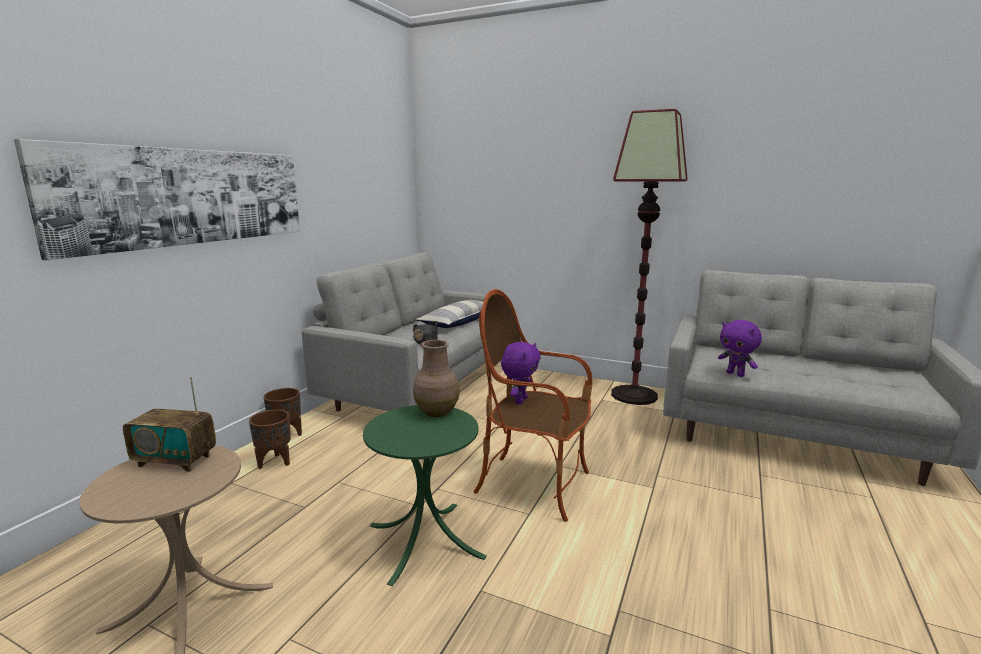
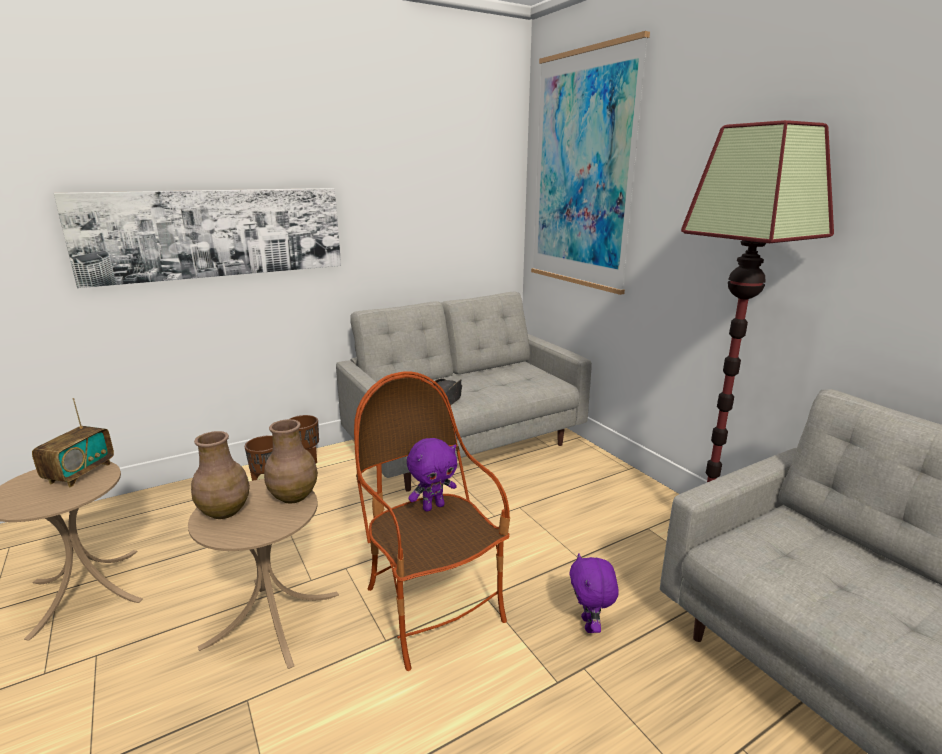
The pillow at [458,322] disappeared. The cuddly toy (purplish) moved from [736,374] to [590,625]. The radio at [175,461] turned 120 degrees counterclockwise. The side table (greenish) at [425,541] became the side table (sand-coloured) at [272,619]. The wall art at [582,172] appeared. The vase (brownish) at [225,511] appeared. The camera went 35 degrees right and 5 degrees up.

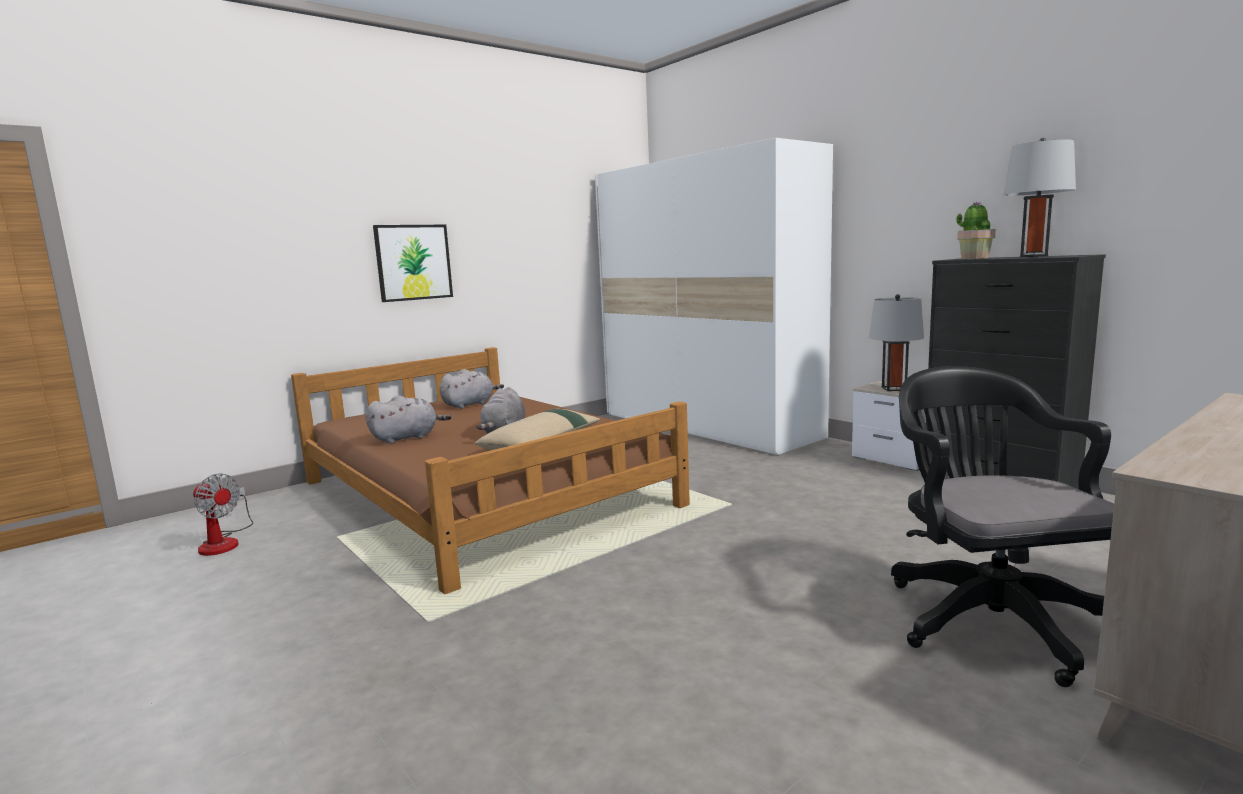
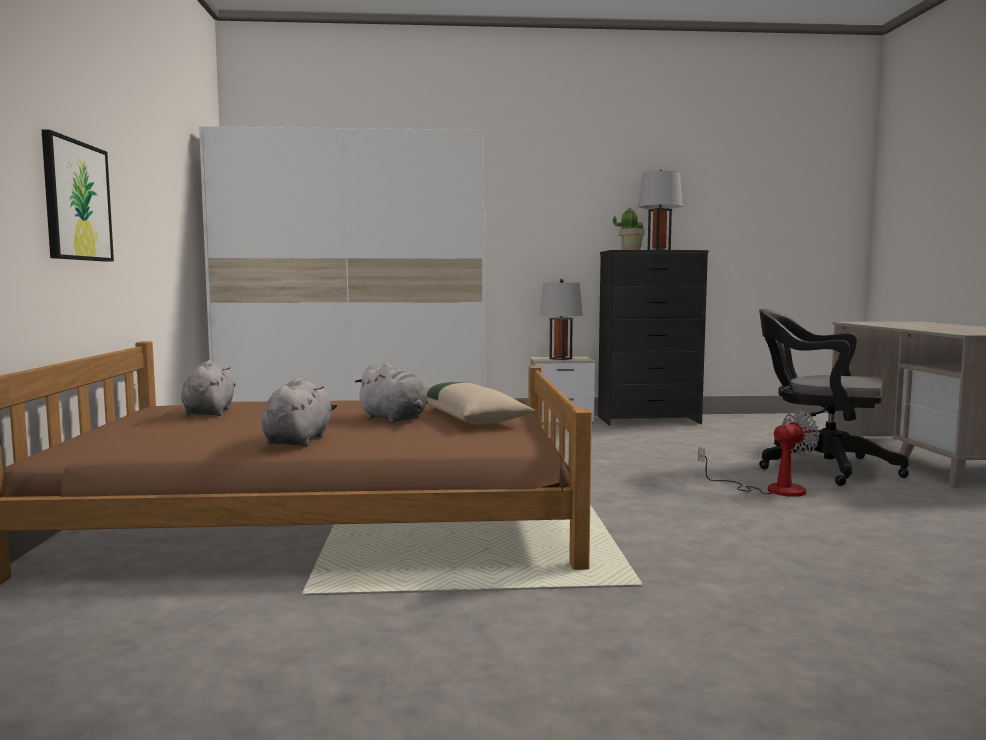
The fan moved from [224,542] to [771,489]. The camera went 55 degrees left and 5 degrees down.

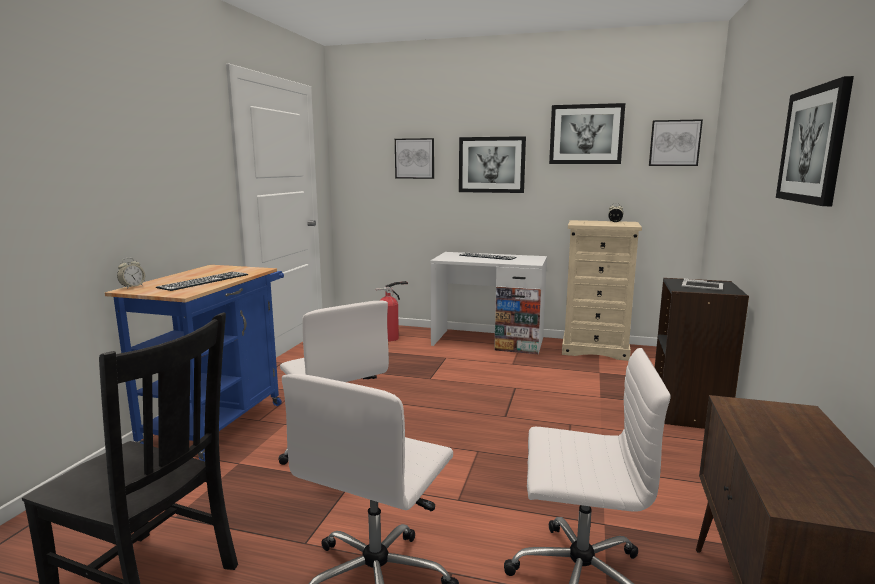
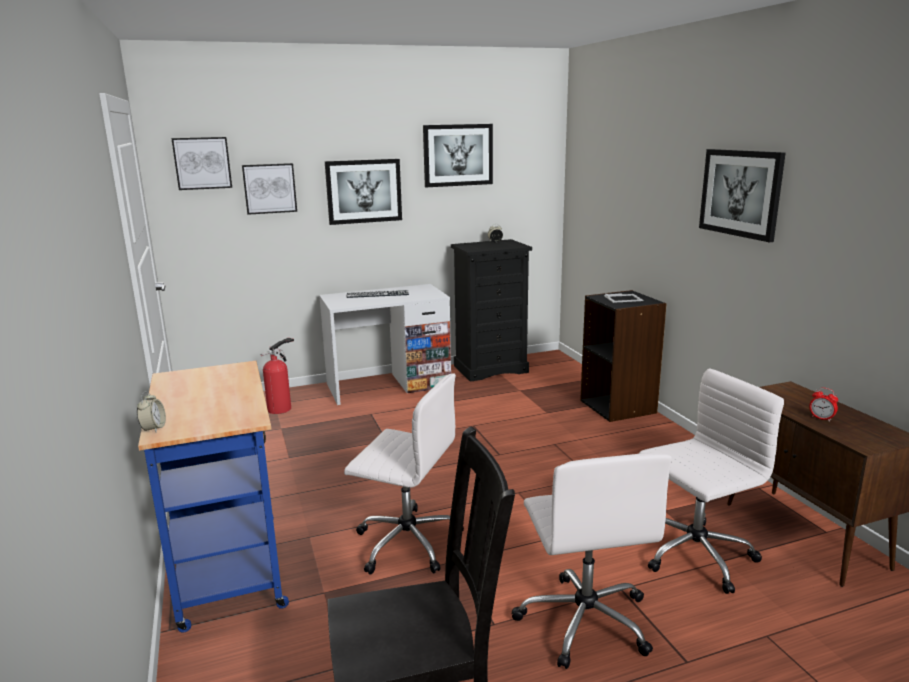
The wall art moved from [674,143] to [202,163]. The dresser (sand-coloured) at [595,349] became the dresser (black) at [491,369]. The PC keyboard at [204,281] disappeared. The alarm clock at [821,418] appeared. The camera went 35 degrees left and 5 degrees up.

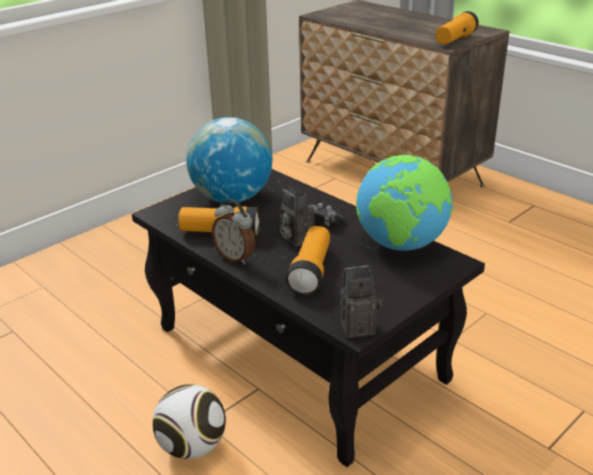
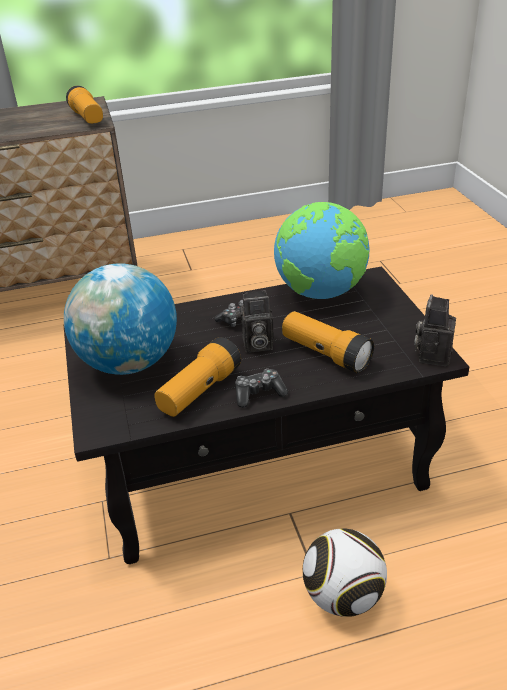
The alarm clock at [236,257] was replaced by the joypad at [259,393]. The camera went 60 degrees left and 5 degrees up.

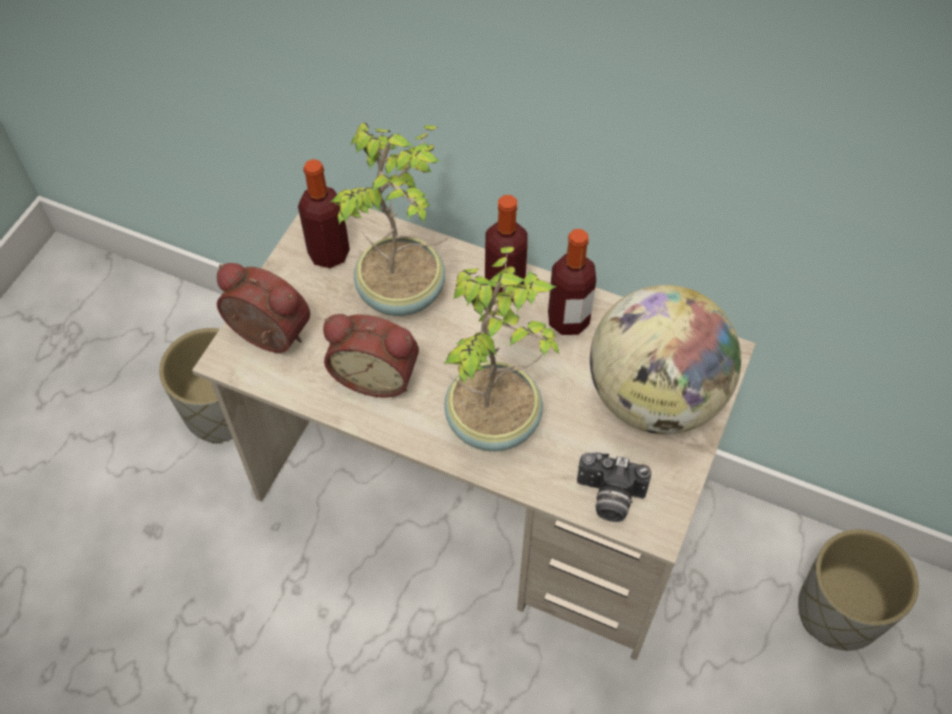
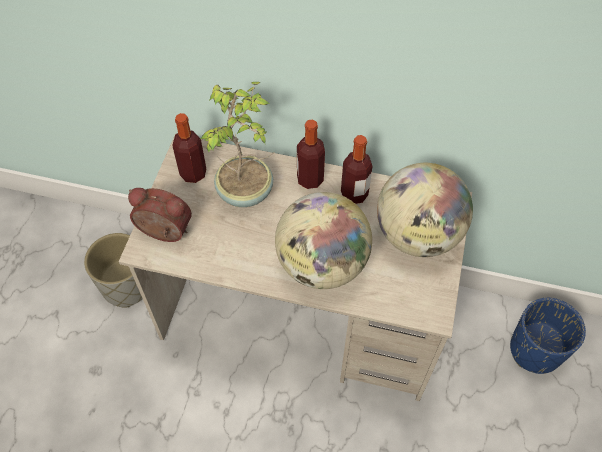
The houseplant at [495,420] was replaced by the globe at [322,264]. The alarm clock at [376,374] disappeared. The photo camera at [608,498] disappeared. The planter (gray) at [839,610] became the planter (blue) at [535,349]. The camera went 10 degrees left and 0 degrees up.

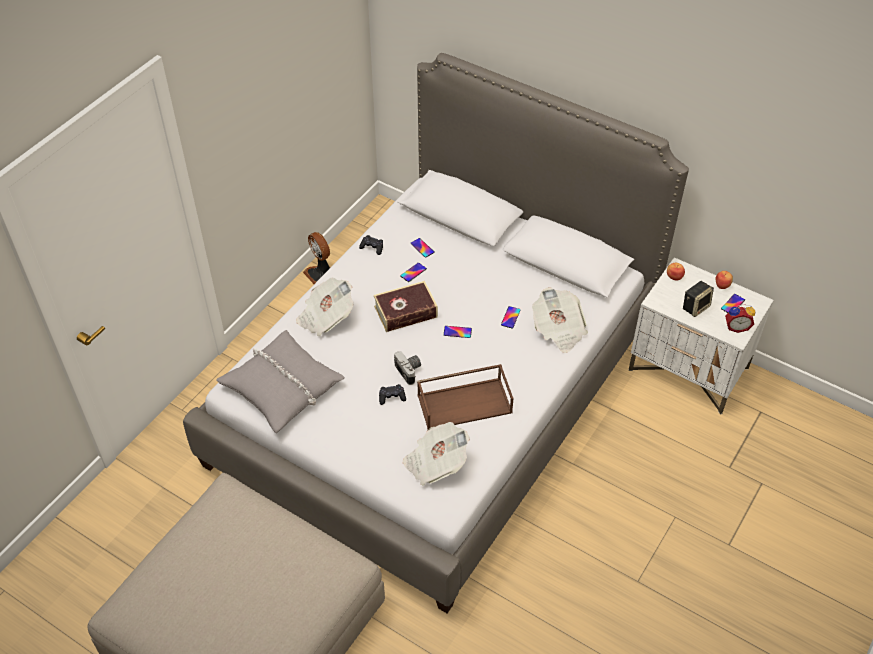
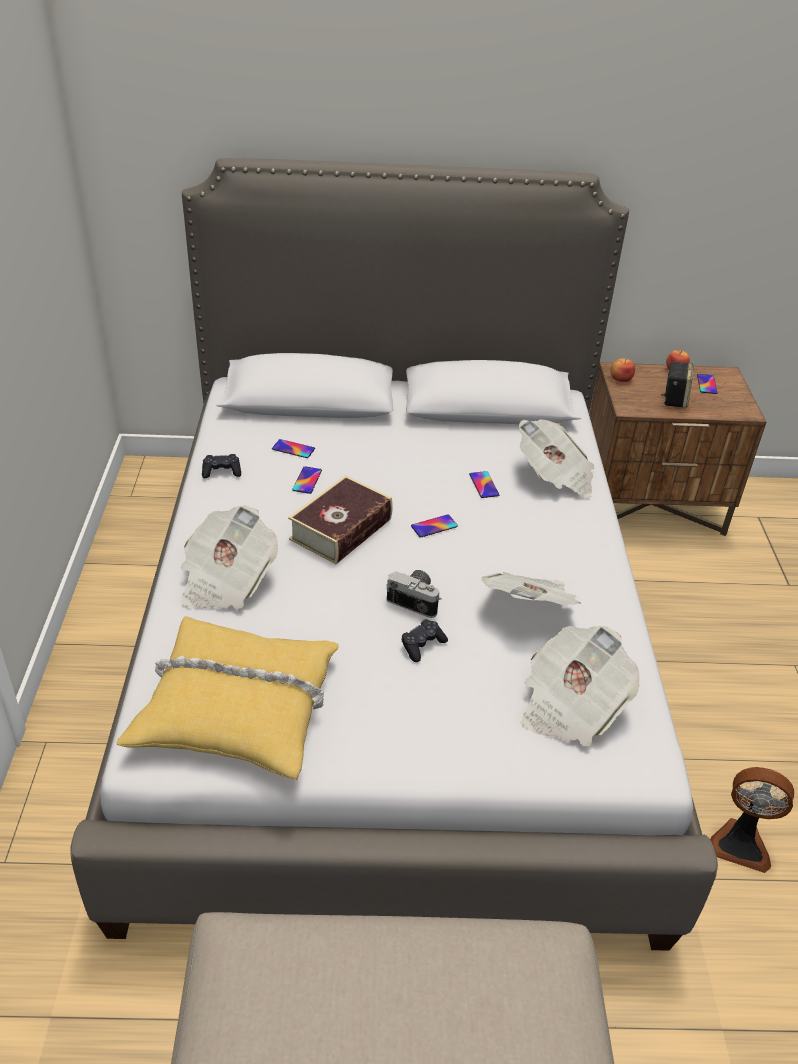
The fan moved from [320,274] to [740,843]. The nightstand (white-coloured) at [689,369] became the nightstand (brownish) at [651,505]. The alarm clock at [736,327] disappeared. The pillow (gray) at [282,387] became the pillow (yellow-coloured) at [237,707]. The tray (brownish) at [465,403] was replaced by the printed paper at [530,607]. The camera went 35 degrees left and 10 degrees down.

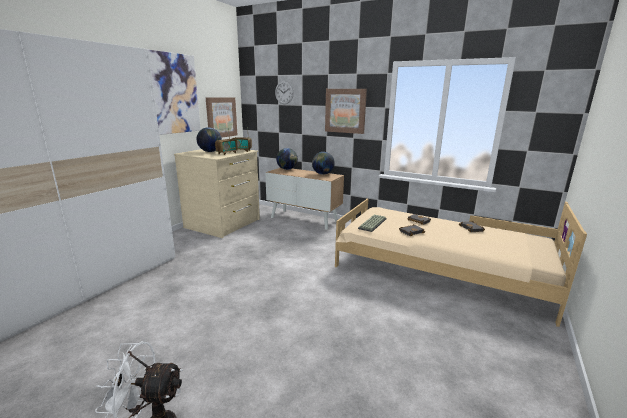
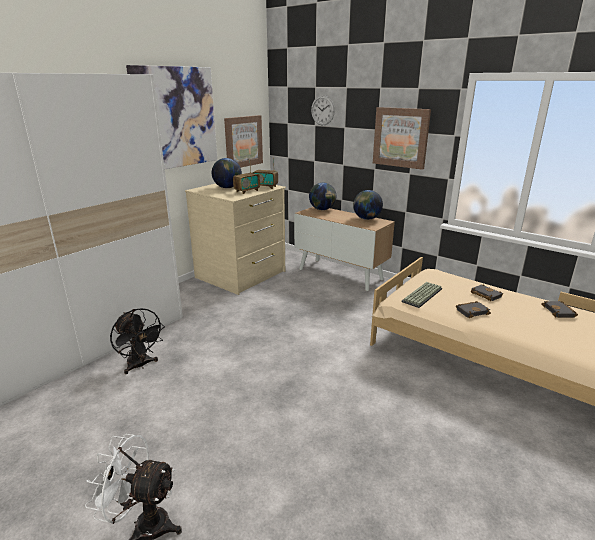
The fan (black) at [140,365] appeared. The camera went 10 degrees right and 5 degrees up.

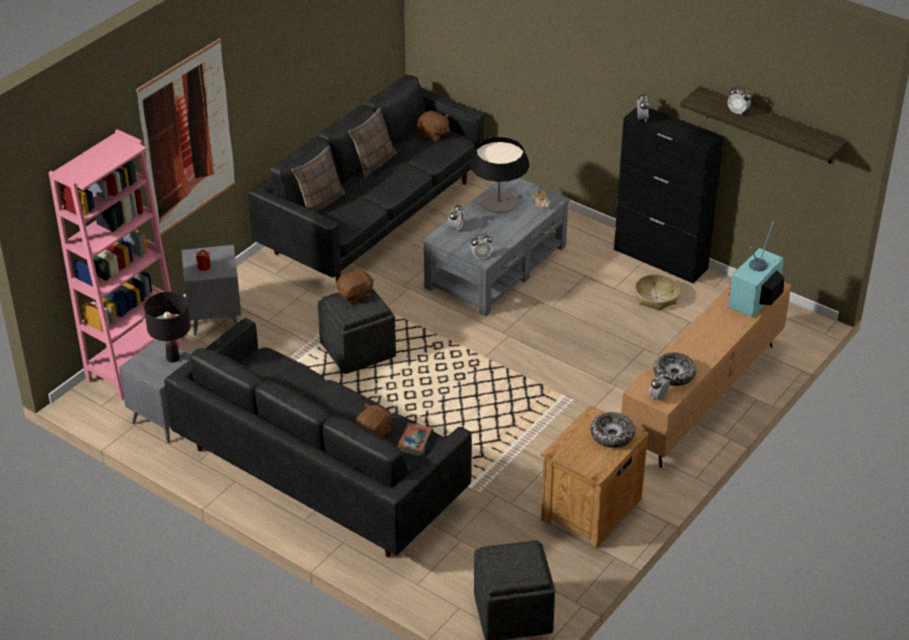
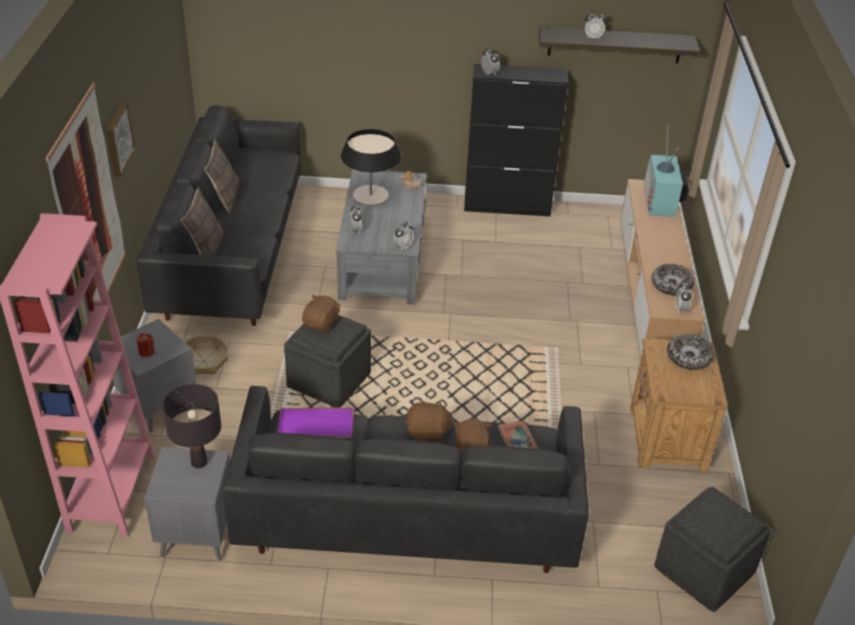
The cuddly toy (brownish) moved from [433,134] to [427,432]. The basket moved from [656,297] to [204,361]. The wall art at [117,139] appeared. The tray (purplish) at [315,426] appeared. The camera went 35 degrees left and 0 degrees up.

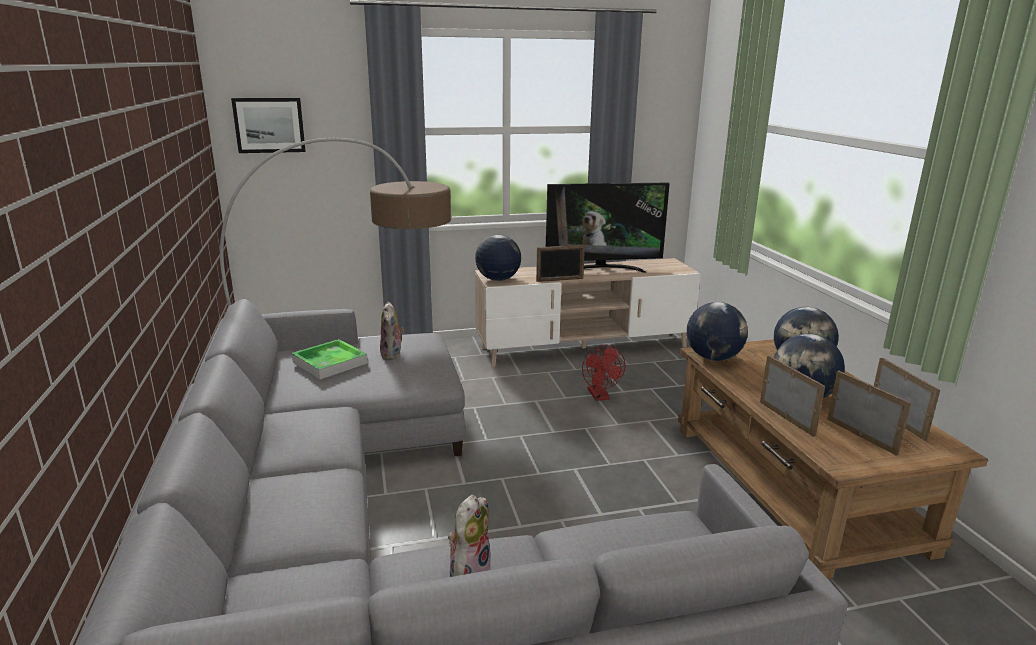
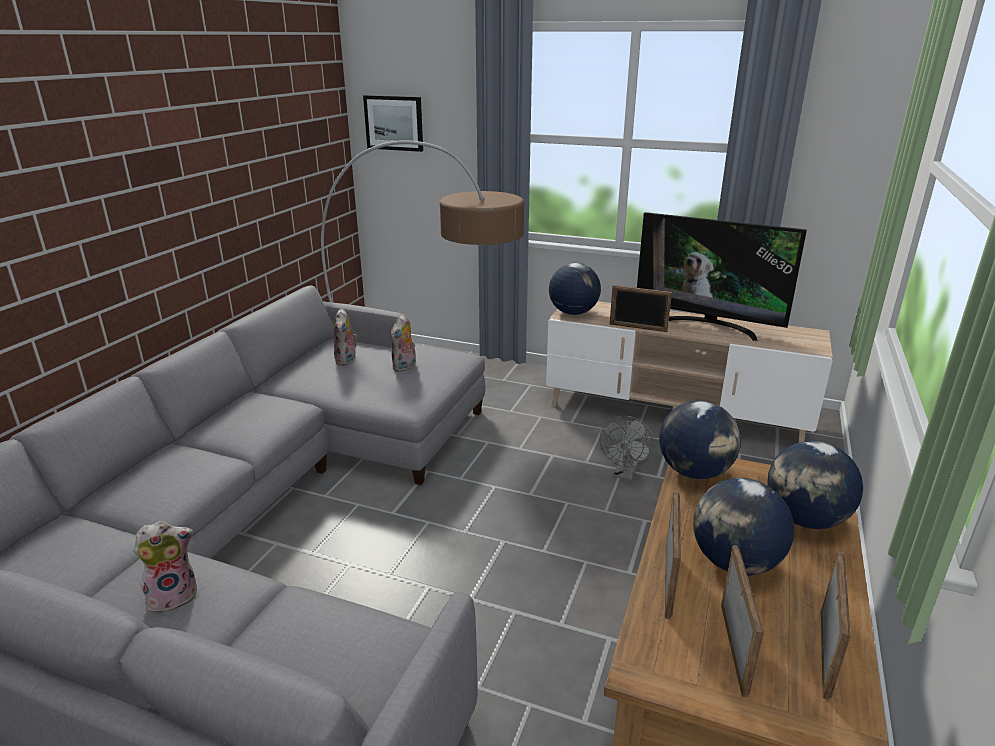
The tray at [330,363] was replaced by the cuddly toy at [347,360]. The fan (red) at [600,396] became the fan (gray) at [625,474]. The camera went 35 degrees right and 5 degrees up.

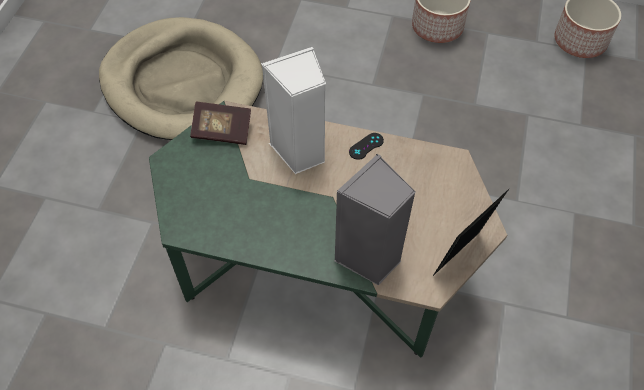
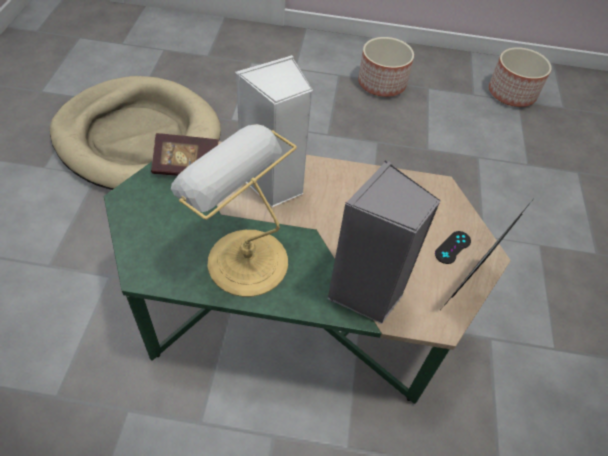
The joypad (black) moved from [366,146] to [452,247]. The lamp for a table at [244,259] appeared. The camera went 10 degrees left and 5 degrees down.

